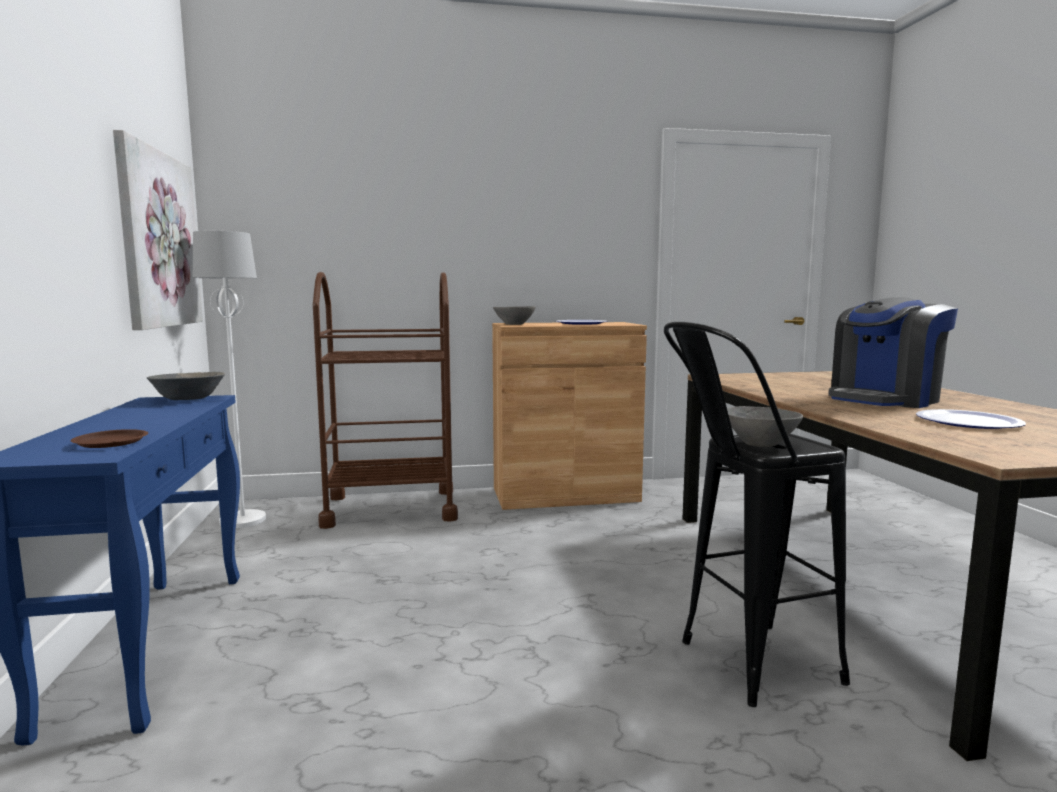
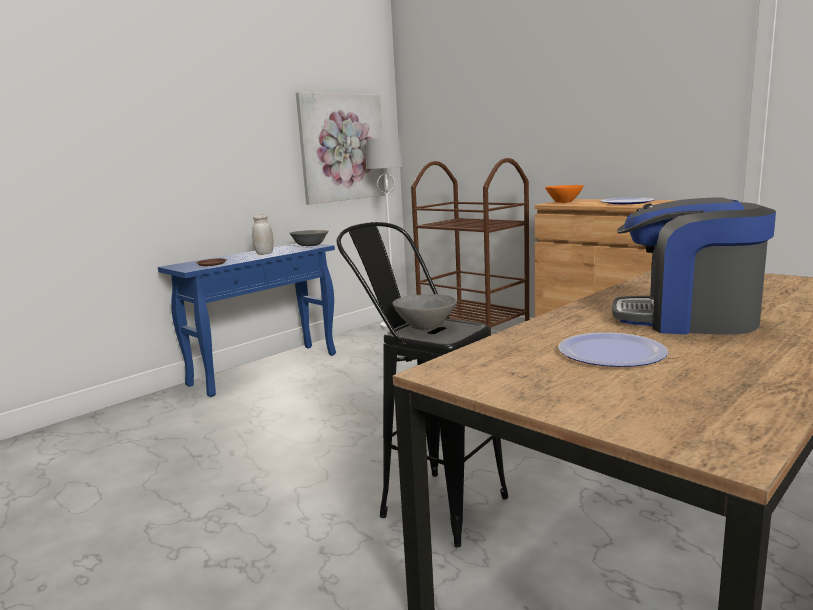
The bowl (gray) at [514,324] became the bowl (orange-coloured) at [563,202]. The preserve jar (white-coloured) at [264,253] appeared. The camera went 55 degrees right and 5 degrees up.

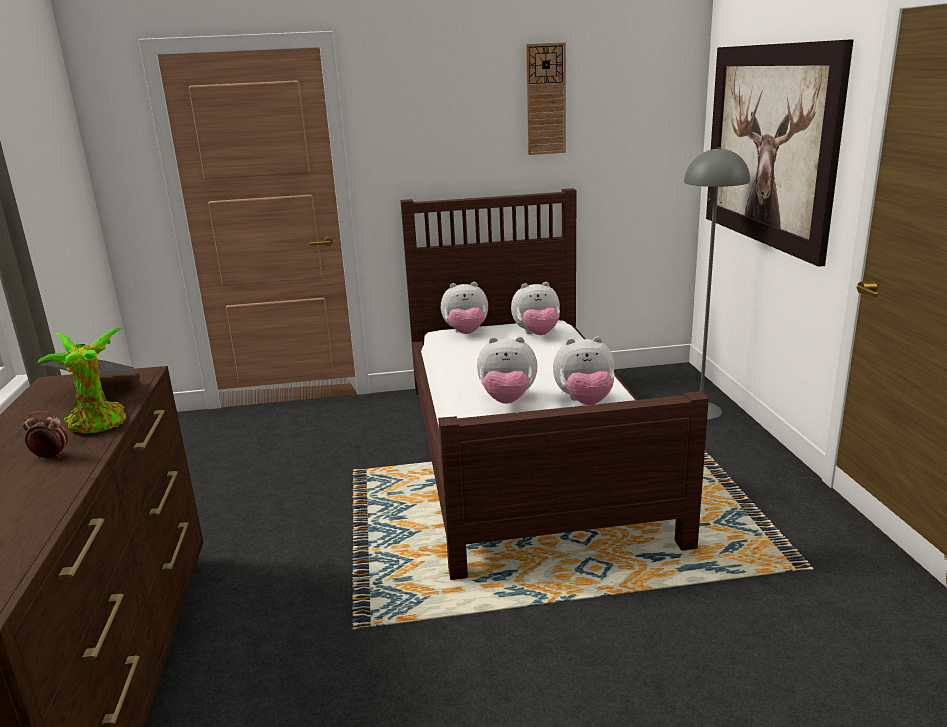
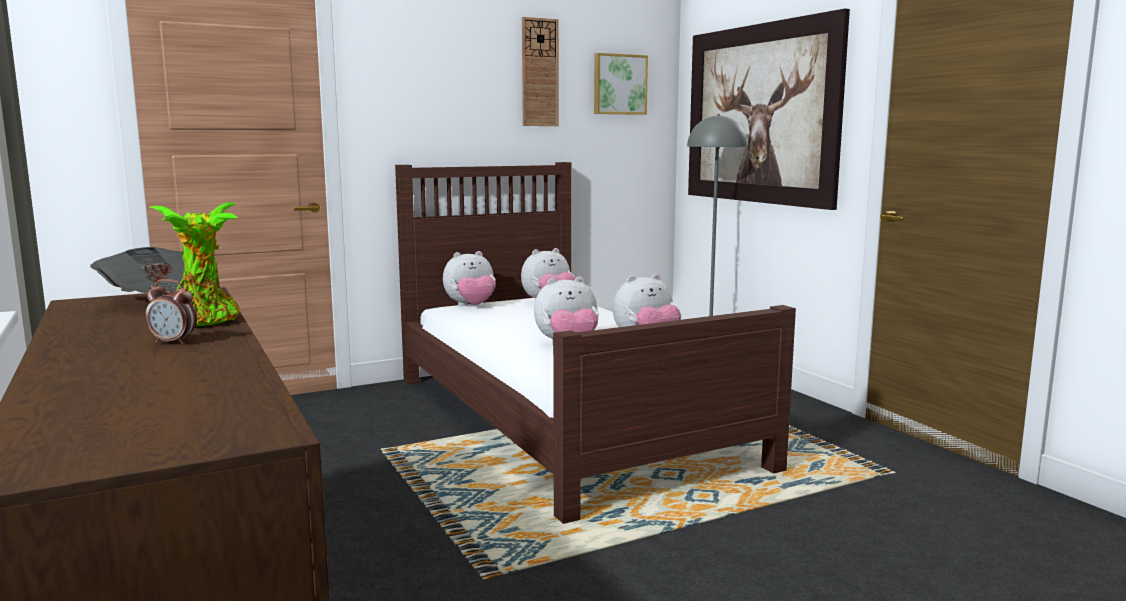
The alarm clock at [51,457] turned 150 degrees counterclockwise. The wall art at [619,84] appeared. The camera went 20 degrees left and 10 degrees down.

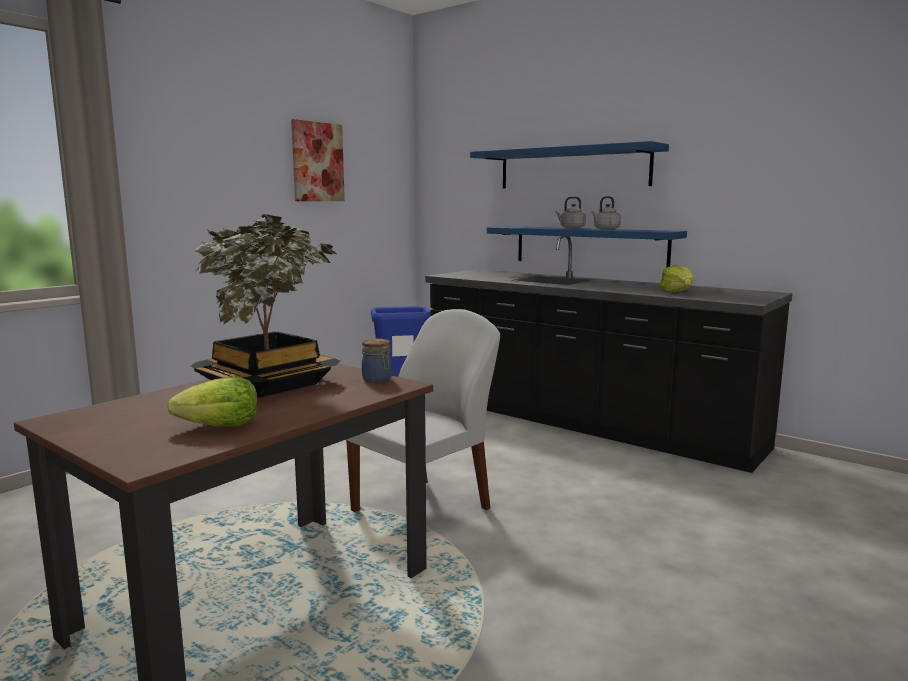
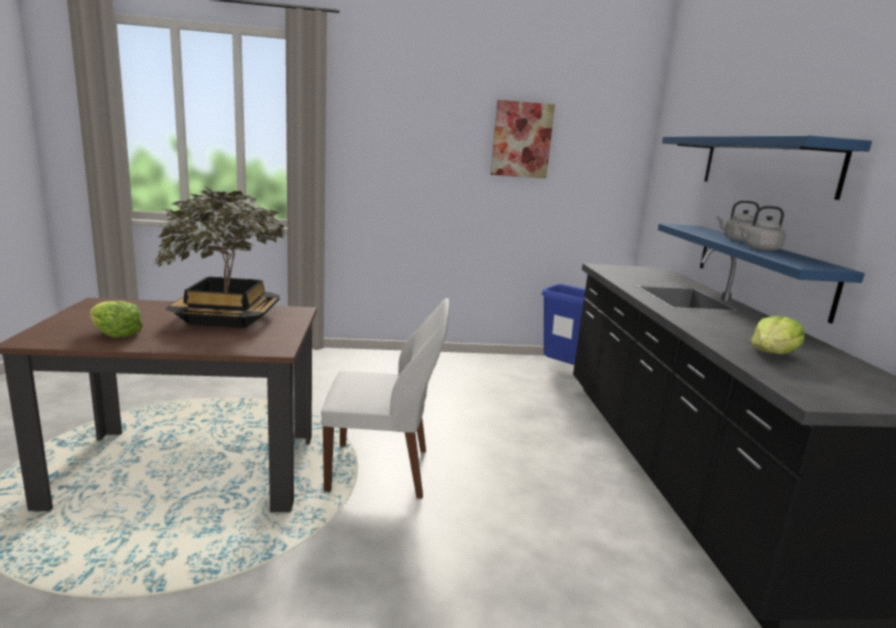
The preserve jar at [377,380] disappeared. The camera went 45 degrees right and 5 degrees up.

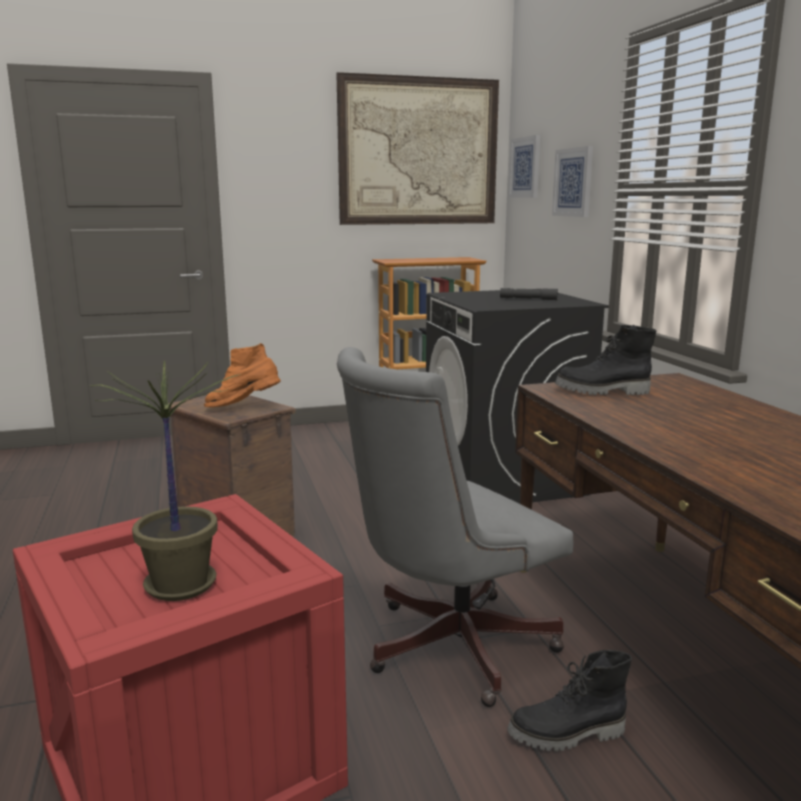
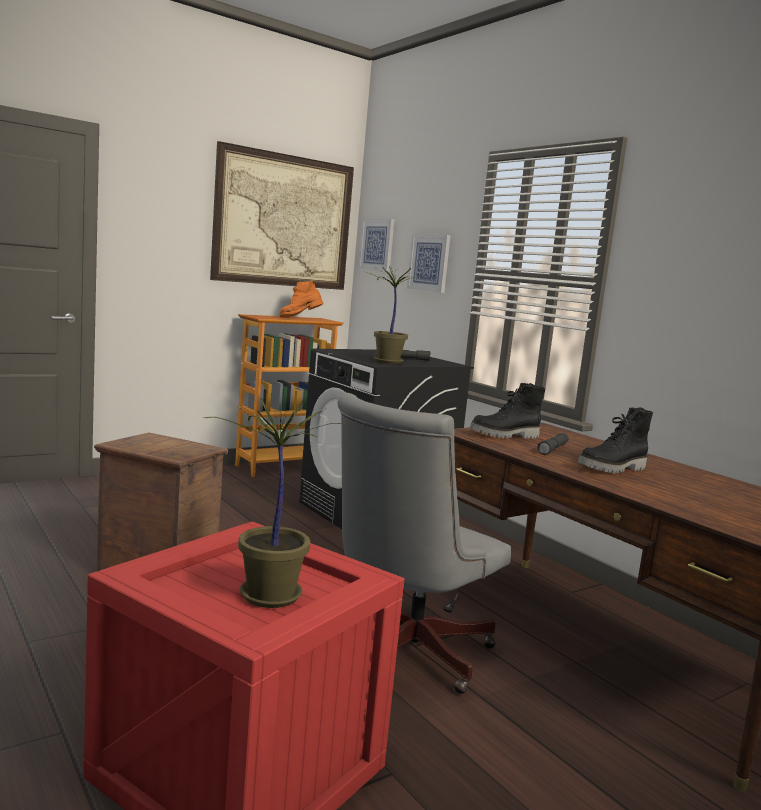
The tall boot (orange-coloured) moved from [243,408] to [300,318]. The tall boot (black) moved from [567,735] to [613,469]. The houseplant at [388,362] appeared. The hand torch (gray) at [553,449] appeared. The camera went 20 degrees left and 5 degrees down.

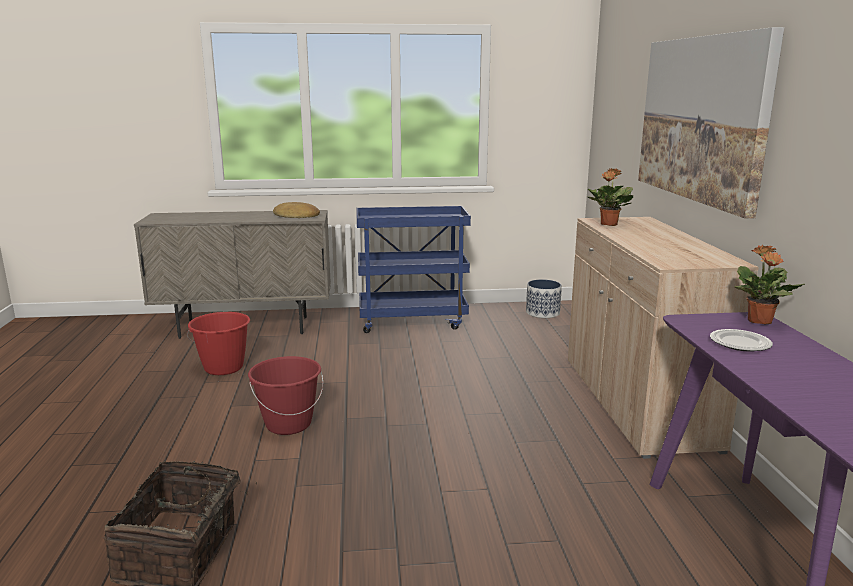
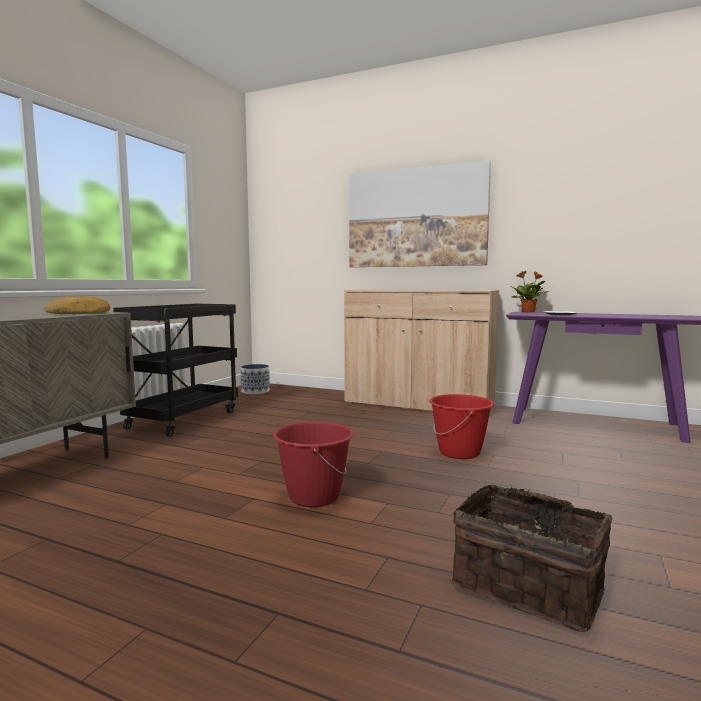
The houseplant at [608,224] disappeared. The trolley (blue) at [413,321] became the trolley (black) at [184,419]. The water bucket (red) moved from [224,368] to [459,452]. The camera went 60 degrees left and 10 degrees down.

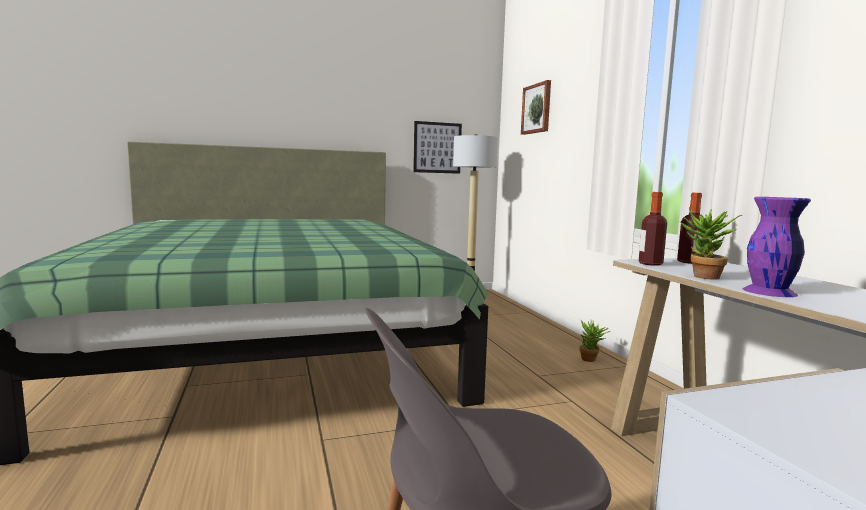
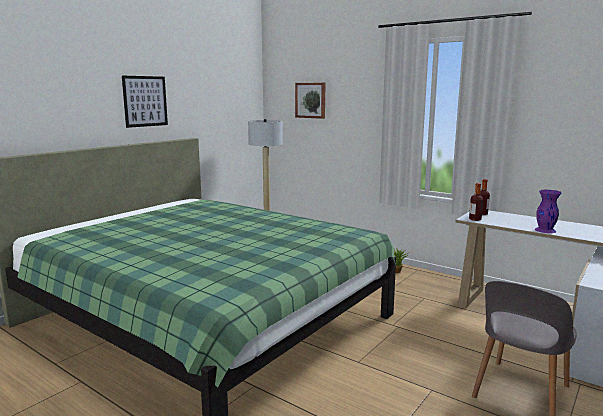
The wall art moved from [437,147] to [145,101]. The houseplant at [702,277] disappeared. The camera went 35 degrees left and 5 degrees up.

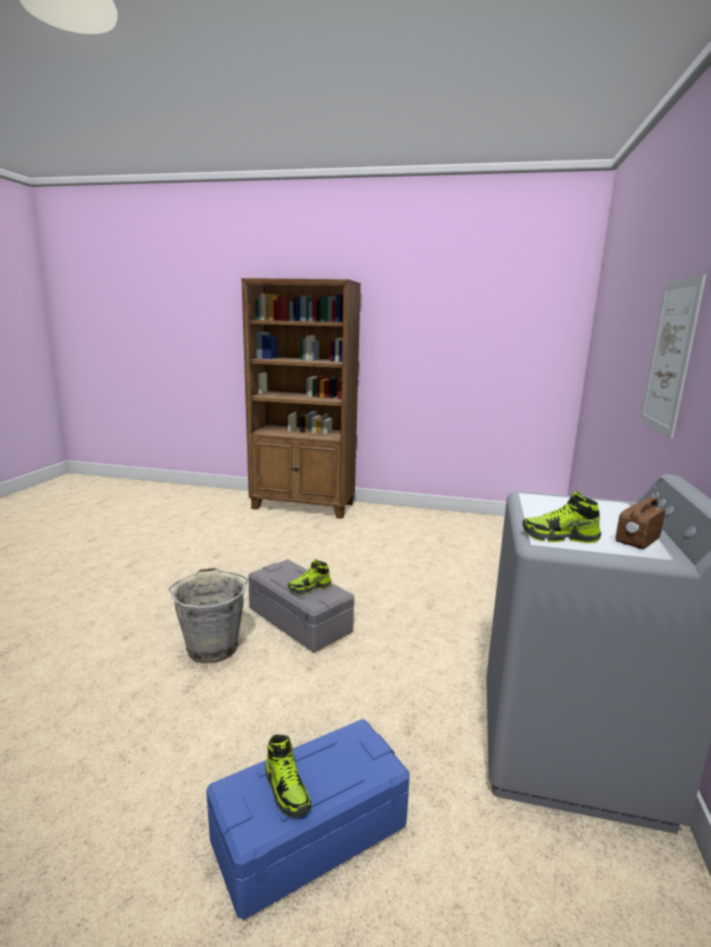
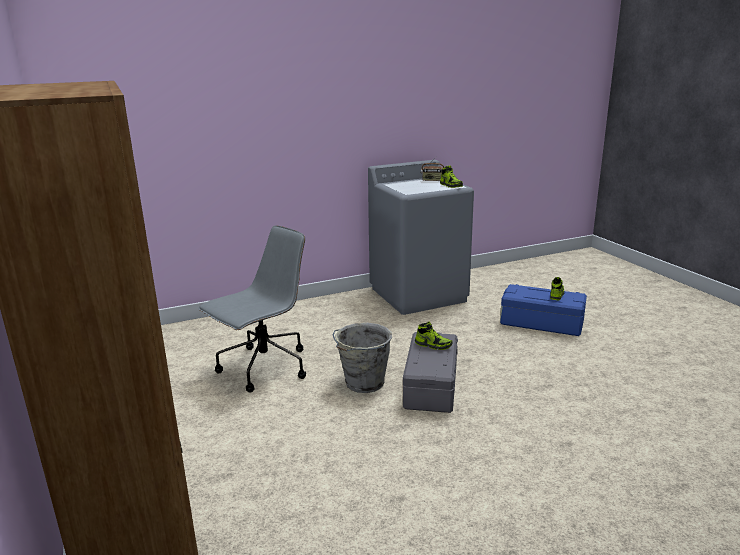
The wall art at [670,356] disappeared. The water bucket (gray) moved from [212,647] to [363,383]. The computer chair (gray) at [263,368] appeared. The camera went 125 degrees left and 5 degrees up.

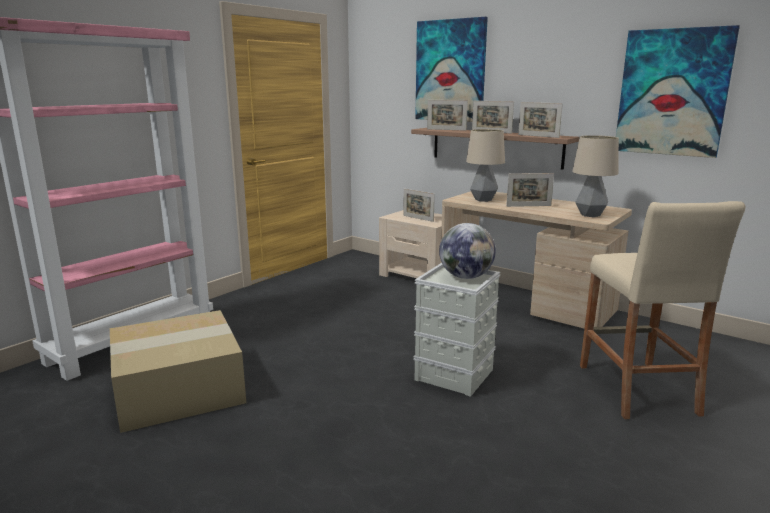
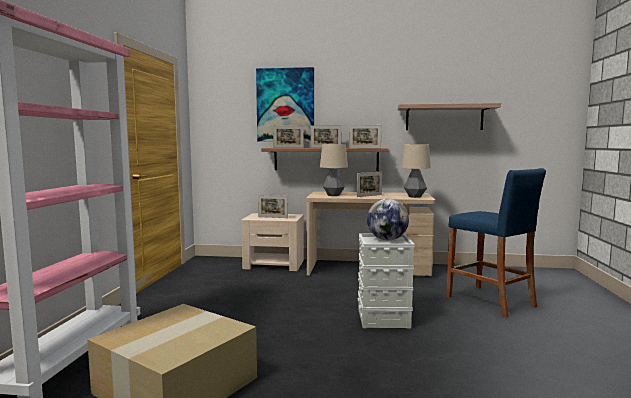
The wall art at [672,93] was replaced by the wall shelf at [444,118]. The sitting stool (sand-coloured) at [636,389] became the sitting stool (blue) at [490,301]. The camera went 30 degrees left and 10 degrees down.

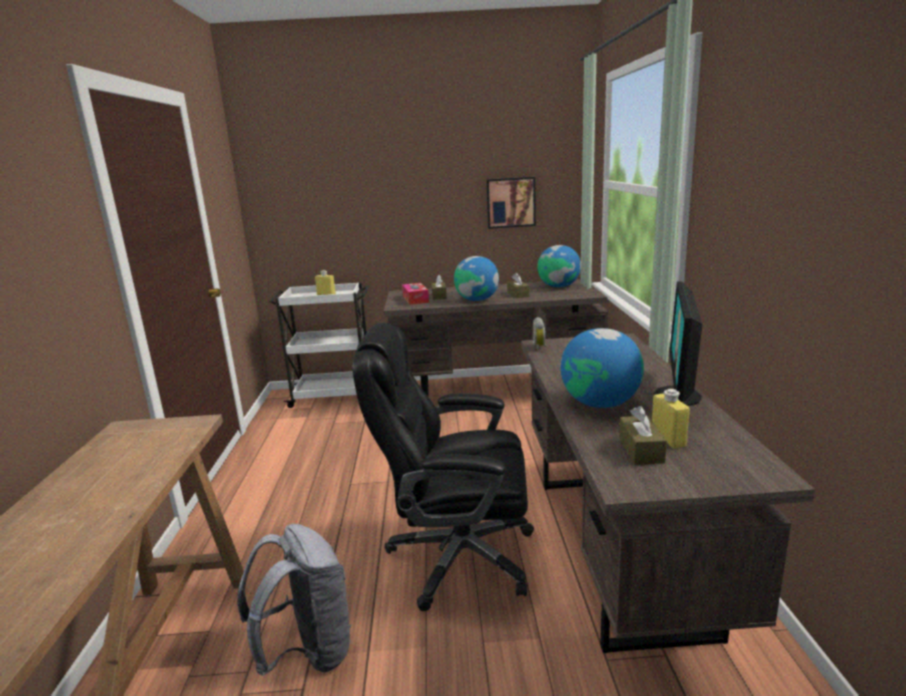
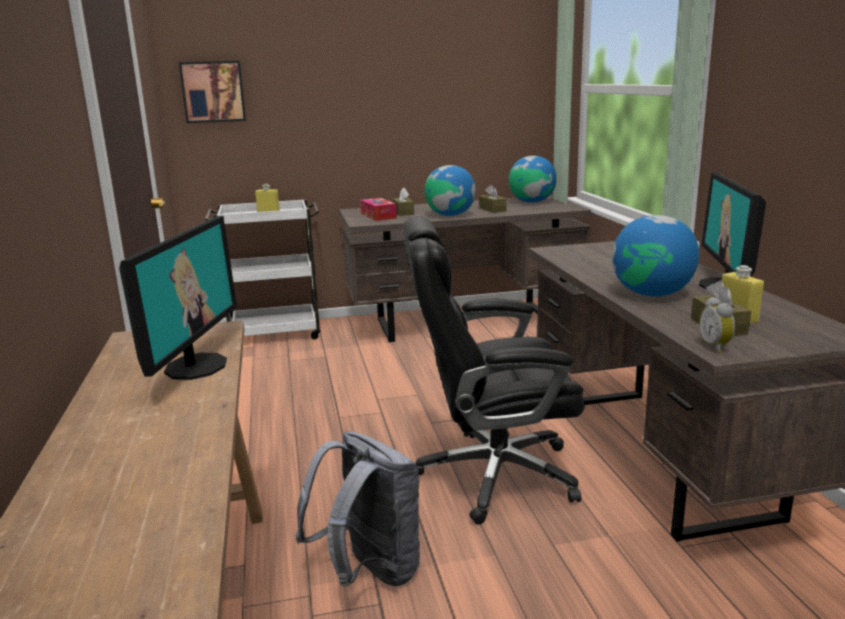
The wall art moved from [510,202] to [213,92]. The alarm clock moved from [540,347] to [716,347]. The computer screen at [194,366] appeared. The camera went 10 degrees left and 0 degrees up.

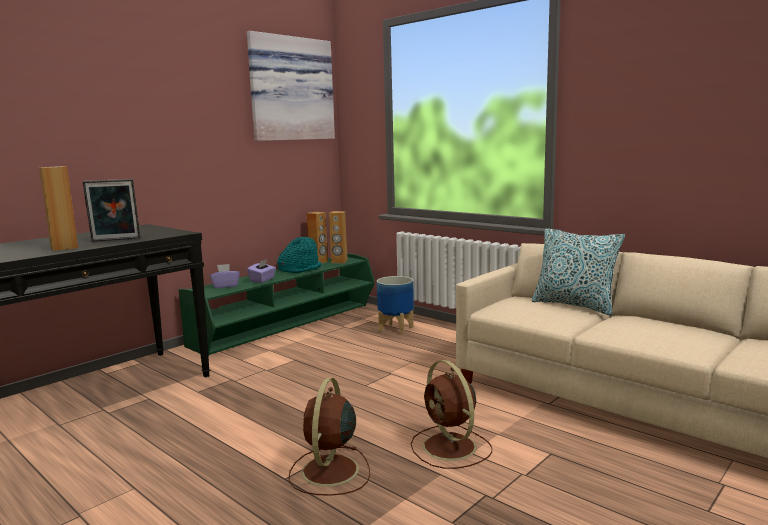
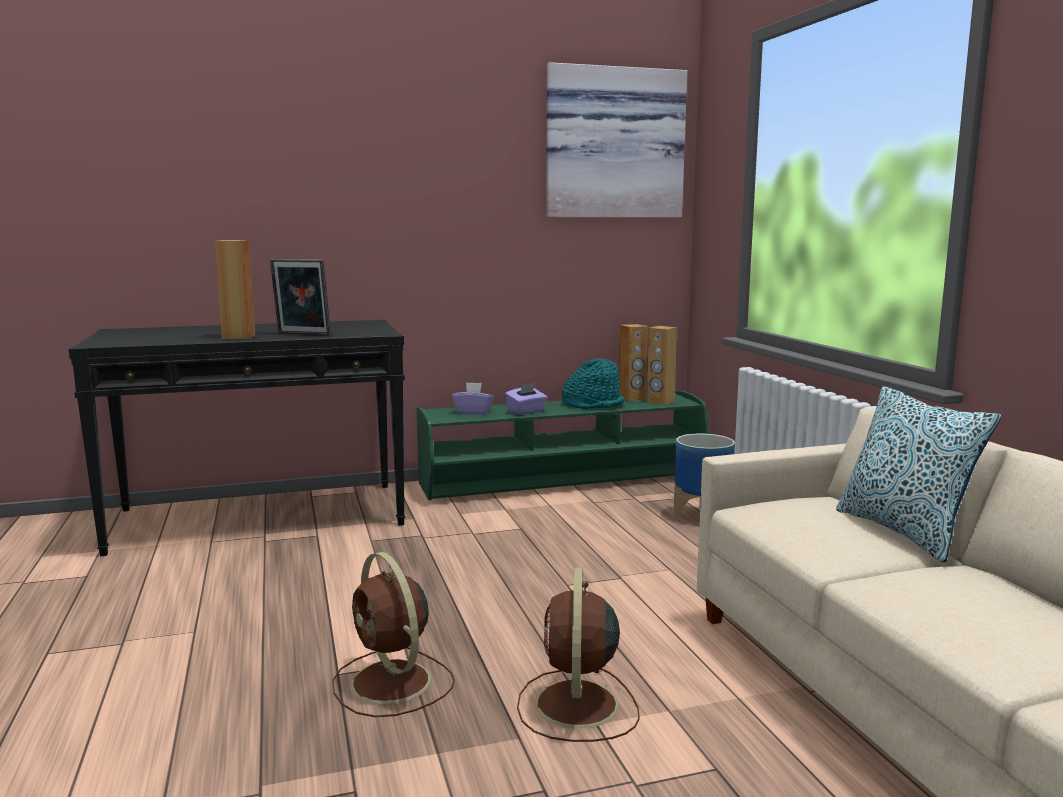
The fan (brownish) at [329,472] turned 75 degrees counterclockwise. The camera went 30 degrees right and 0 degrees up.

